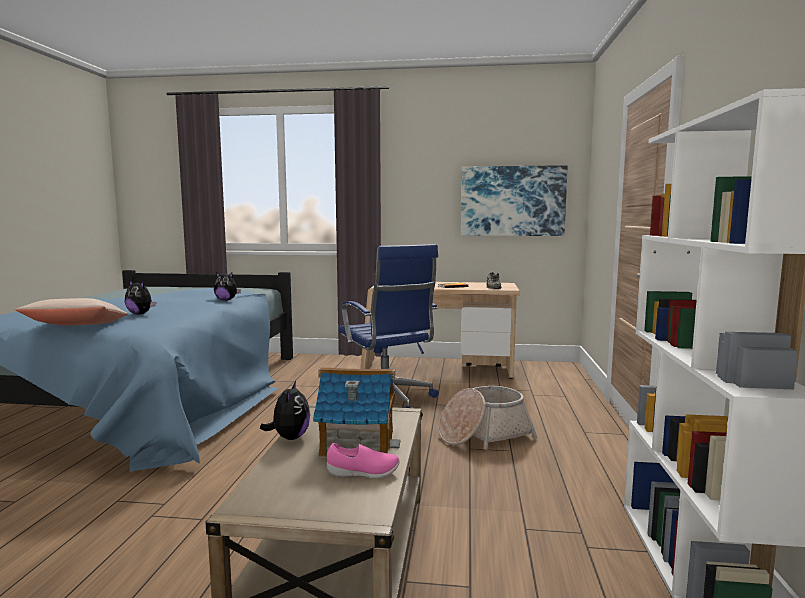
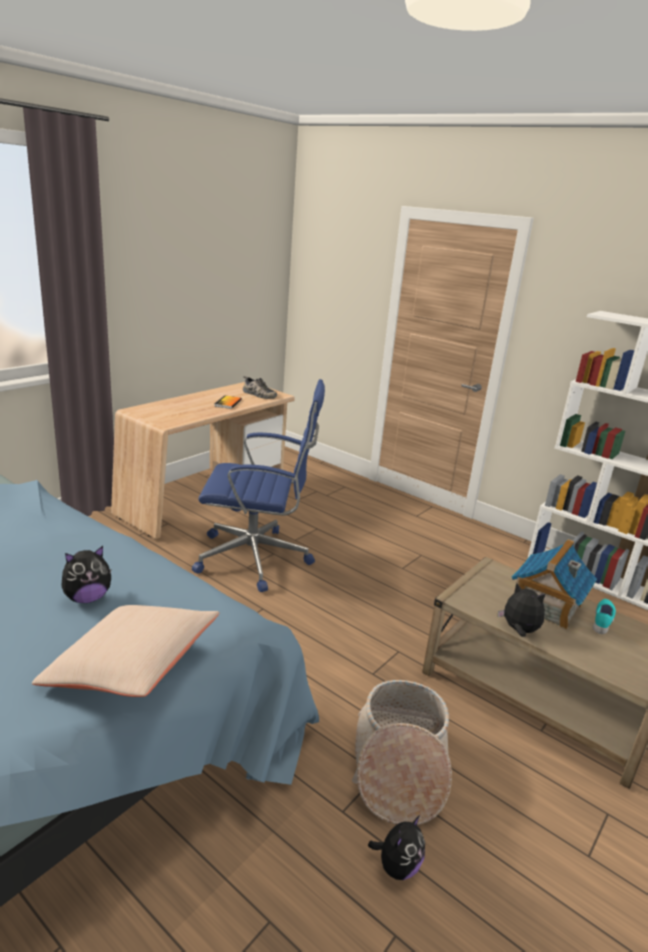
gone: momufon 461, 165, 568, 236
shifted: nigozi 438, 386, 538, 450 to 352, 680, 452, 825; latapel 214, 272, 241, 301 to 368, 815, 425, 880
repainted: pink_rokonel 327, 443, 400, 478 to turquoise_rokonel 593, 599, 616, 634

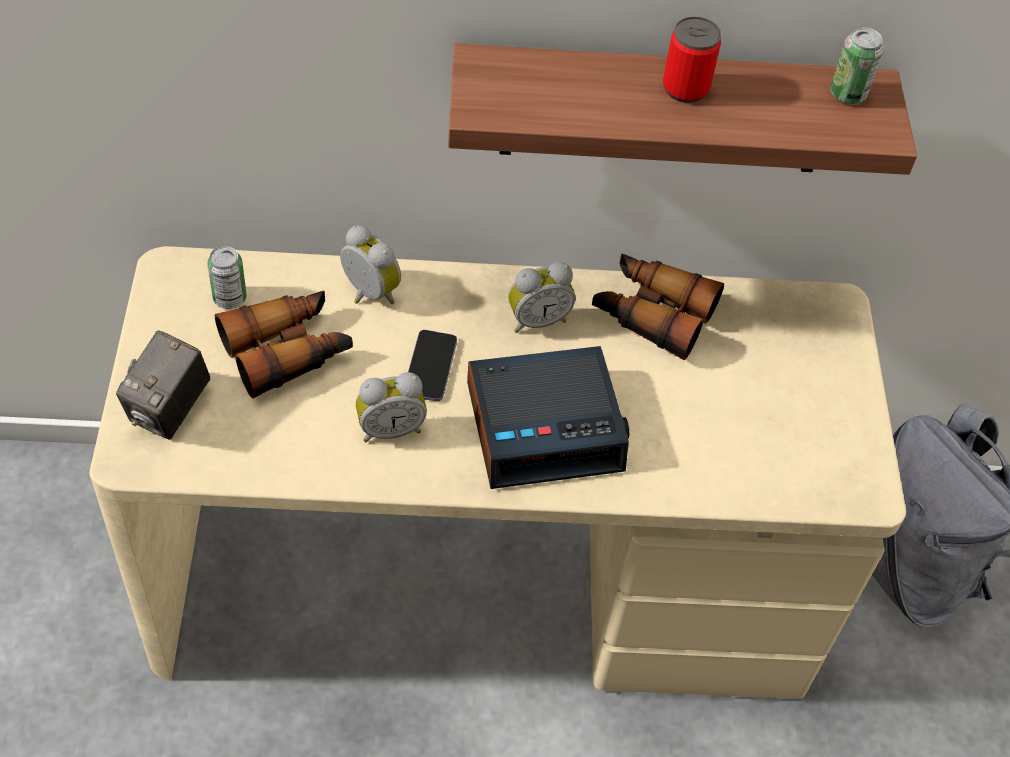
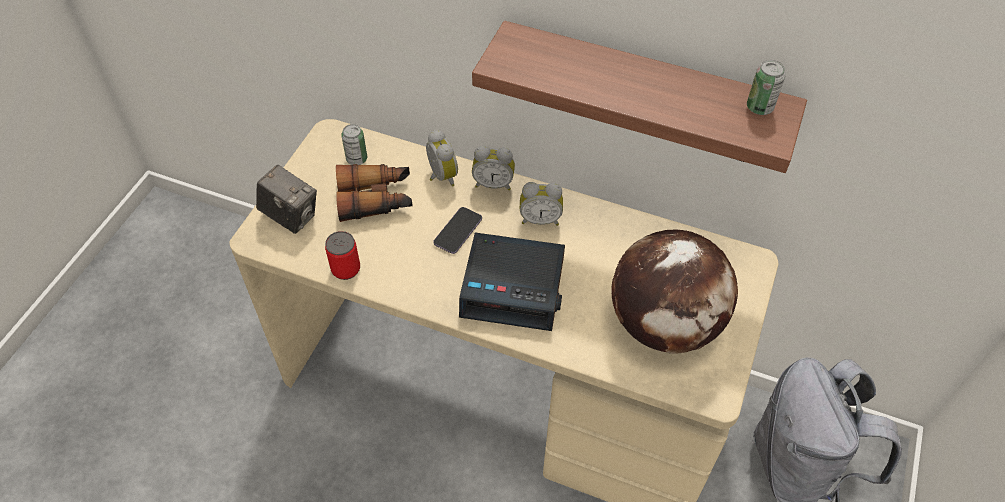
gone: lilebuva 592, 253, 724, 360
new: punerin 612, 230, 738, 354
shifted: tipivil 663, 17, 721, 103 to 325, 231, 360, 280; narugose 356, 372, 427, 442 to 472, 146, 515, 191
rotated: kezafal 116, 330, 210, 440 = 256, 165, 317, 234 105 degrees counterclockwise

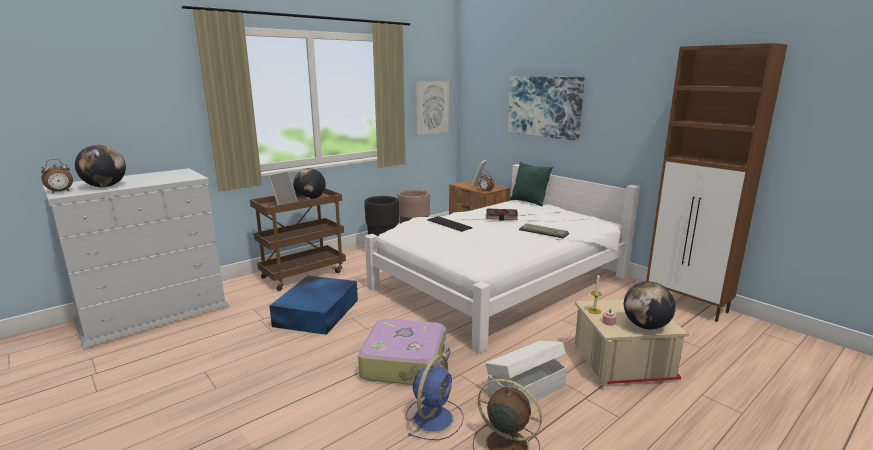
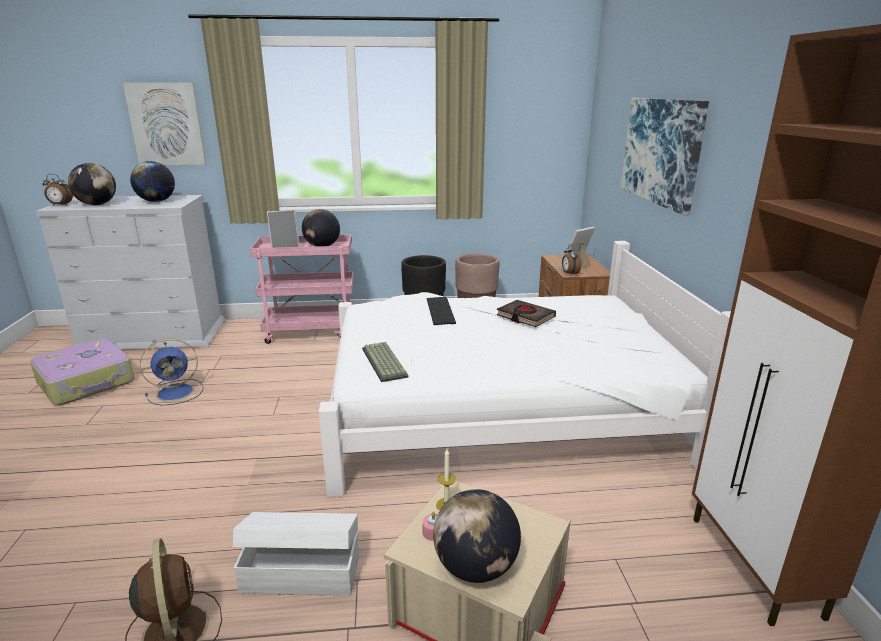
gone: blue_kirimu 269, 276, 358, 335; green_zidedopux 510, 161, 553, 206
new: punerin 130, 161, 175, 202
shifted: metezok 358, 319, 450, 385 to 30, 338, 135, 405; momufon 414, 81, 449, 135 to 123, 83, 206, 165; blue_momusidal 406, 355, 464, 440 to 140, 339, 203, 406; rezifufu 519, 223, 569, 238 to 362, 342, 409, 382
repainted: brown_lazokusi 250, 188, 346, 291 to pink_lazokusi 250, 234, 354, 344

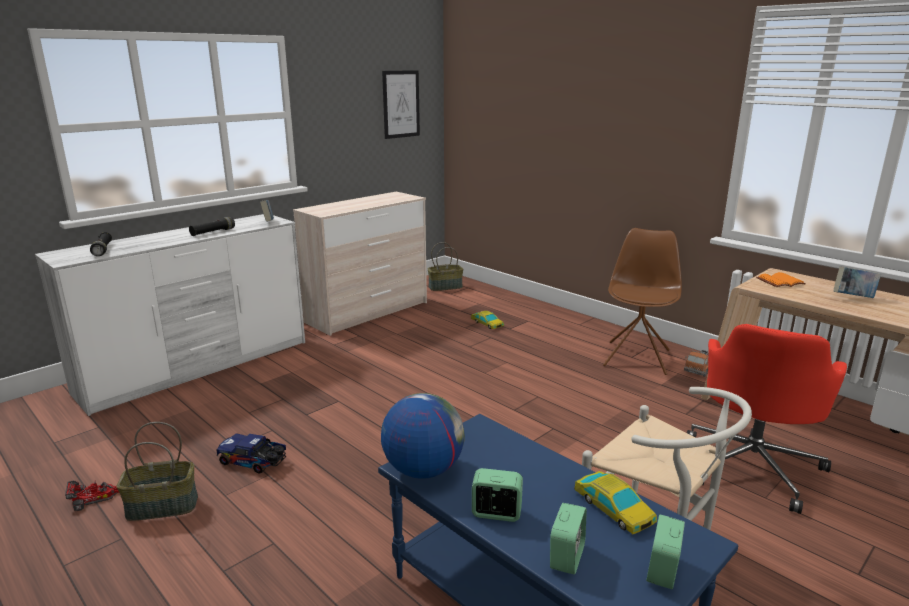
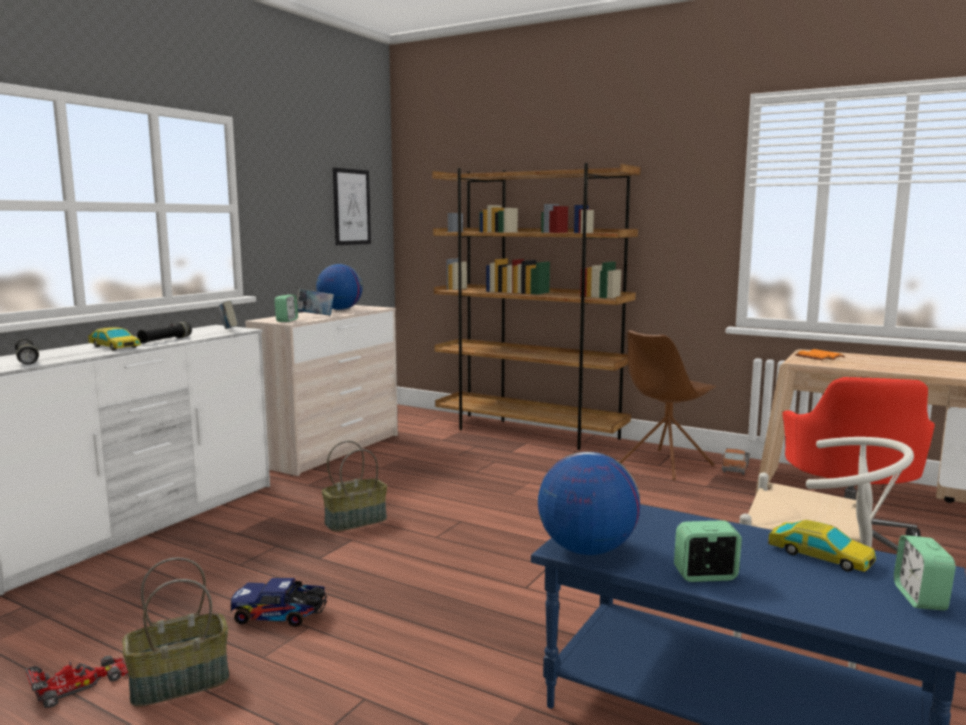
new: punerin 316, 264, 363, 310; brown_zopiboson 432, 163, 641, 450
shifted: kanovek 471, 311, 504, 329 to 88, 327, 141, 350; narugose 550, 503, 587, 575 to 274, 295, 298, 322; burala 833, 266, 881, 298 to 297, 289, 334, 316; nigozi 428, 242, 463, 291 to 322, 441, 387, 532
rotated: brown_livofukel 603, 228, 682, 375 = 619, 330, 716, 480 135 degrees counterclockwise

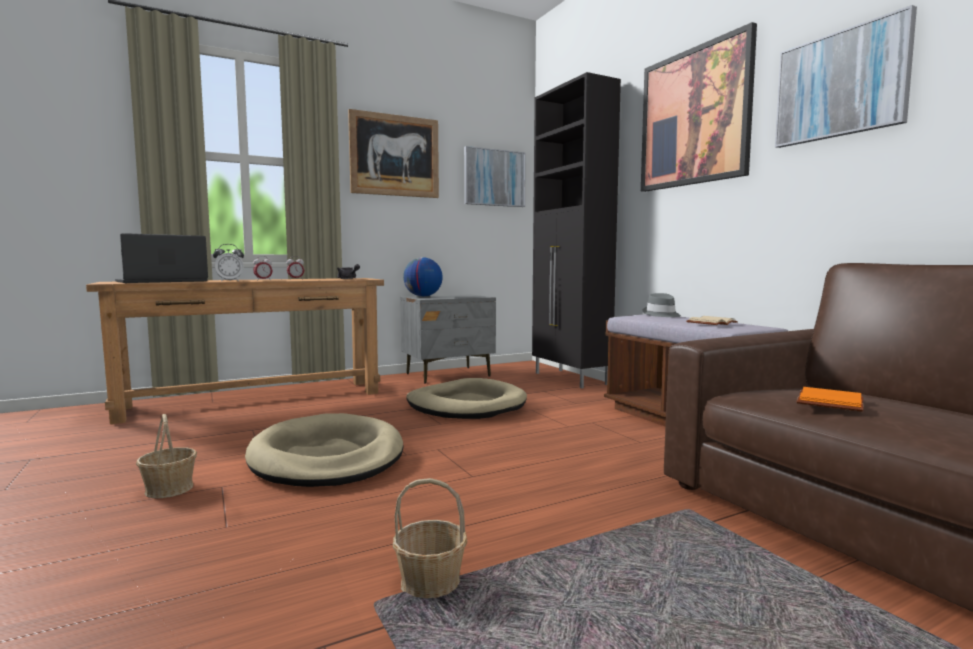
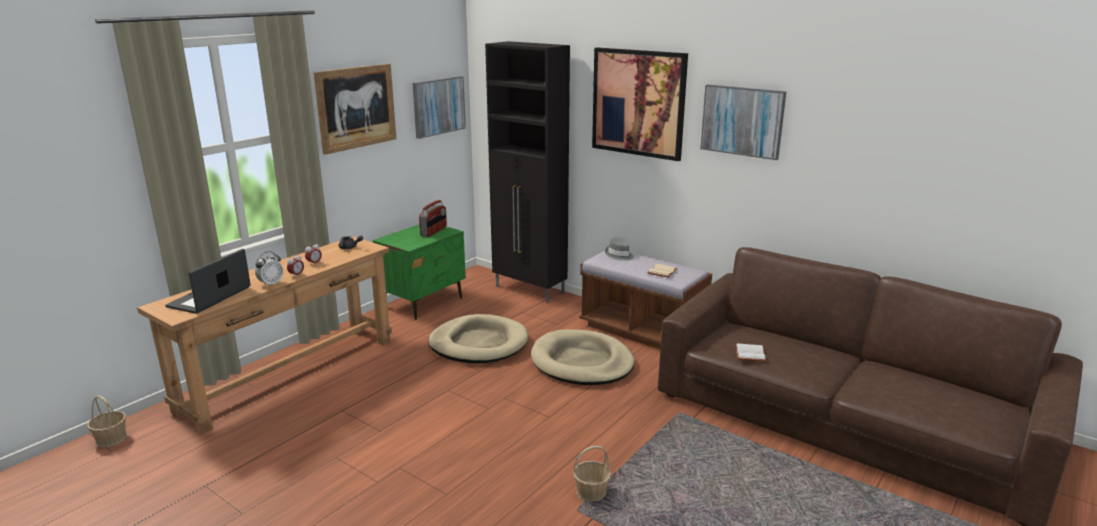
gone: punerin 403, 257, 443, 297
new: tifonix 419, 200, 447, 237
shifted: nigozi 136, 414, 197, 498 to 87, 396, 127, 447; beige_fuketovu 245, 413, 403, 487 to 531, 329, 635, 385
repainted: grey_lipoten 400, 294, 496, 384 to green_lipoten 373, 224, 466, 320; orange_burala 797, 387, 864, 412 to white_burala 735, 343, 766, 362

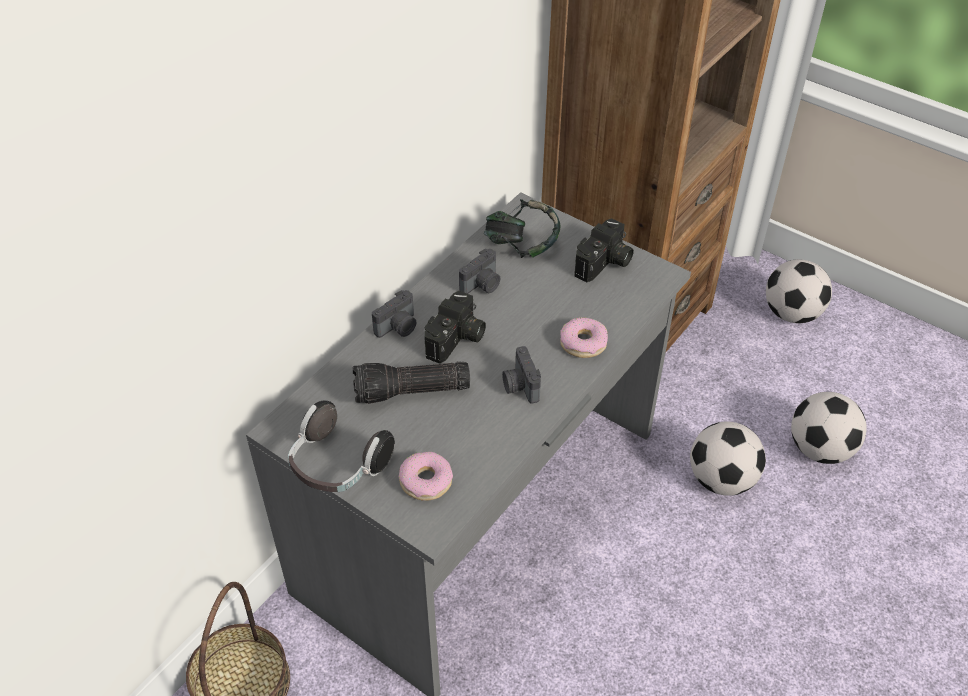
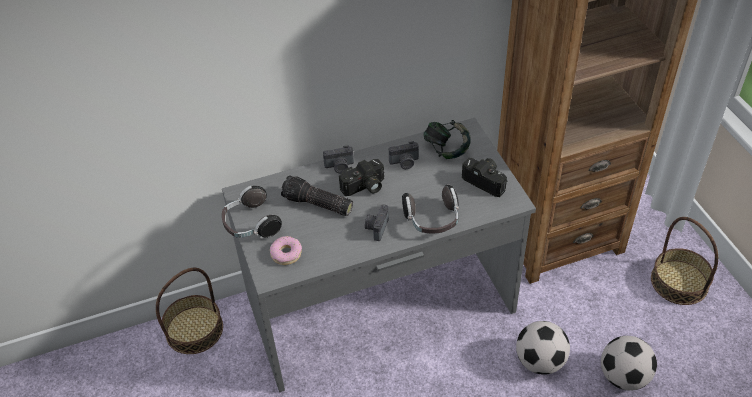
swapped: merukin 560, 317, 608, 358 to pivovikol 402, 185, 459, 233; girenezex 766, 259, 832, 323 to nigozi 651, 217, 718, 305
rotated: kezafal 574, 218, 634, 282 = 462, 158, 507, 197 120 degrees counterclockwise

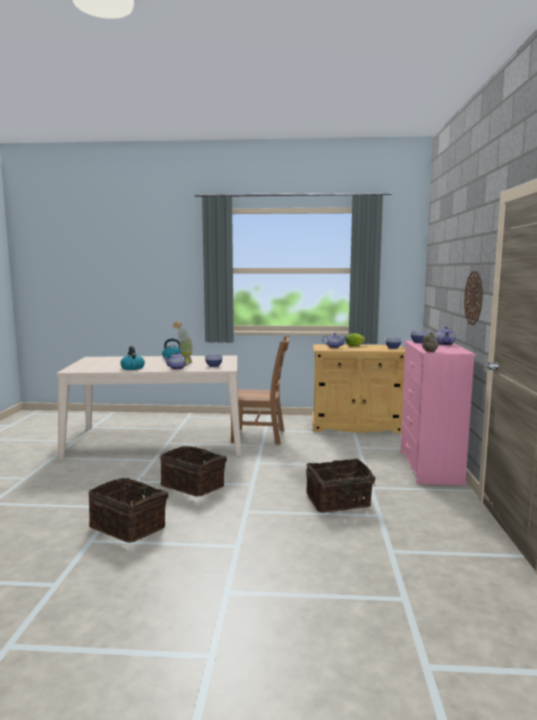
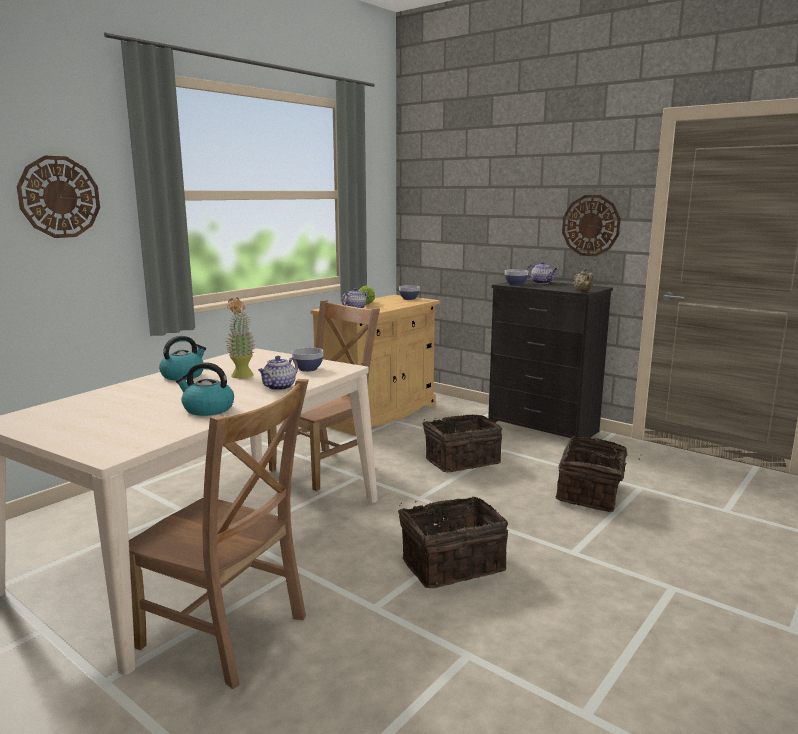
new: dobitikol 17, 156, 100, 238; brown_livofukel 129, 379, 309, 689
shifted: nigozi 89, 477, 168, 543 to 423, 415, 502, 472
repainted: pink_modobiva 401, 341, 476, 485 to black_modobiva 488, 280, 613, 438

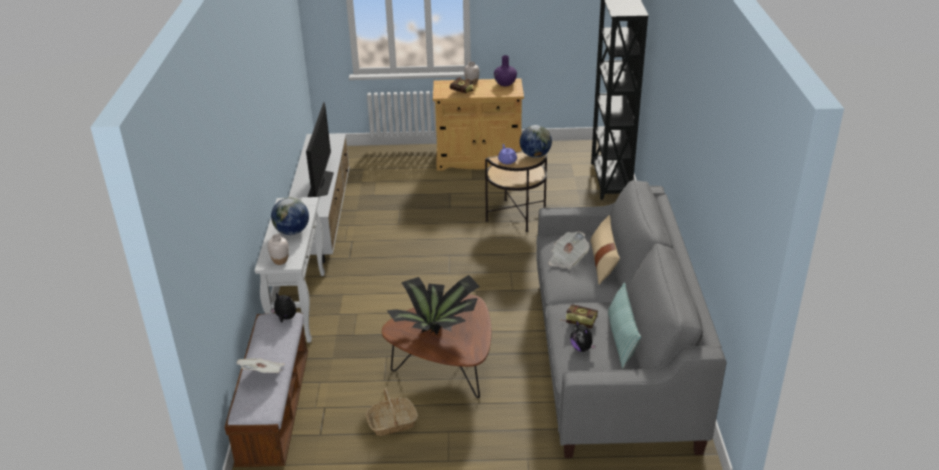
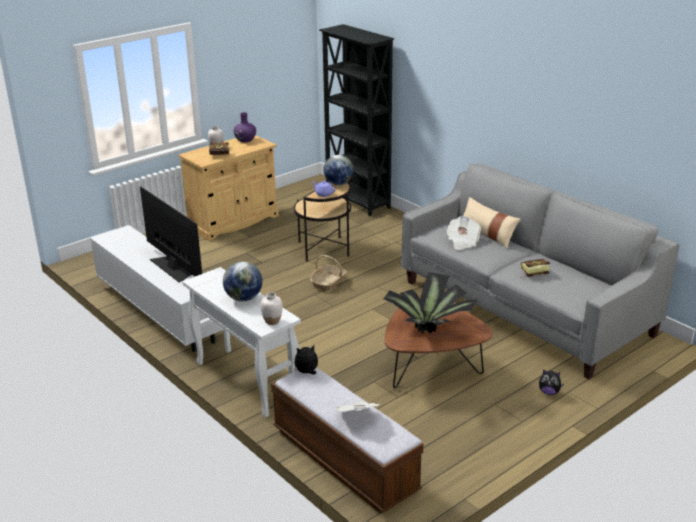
gone: zidedopux 608, 283, 641, 369
shifted: nigozi 366, 388, 418, 436 to 310, 255, 347, 291; latapel 570, 320, 596, 352 to 539, 369, 564, 395

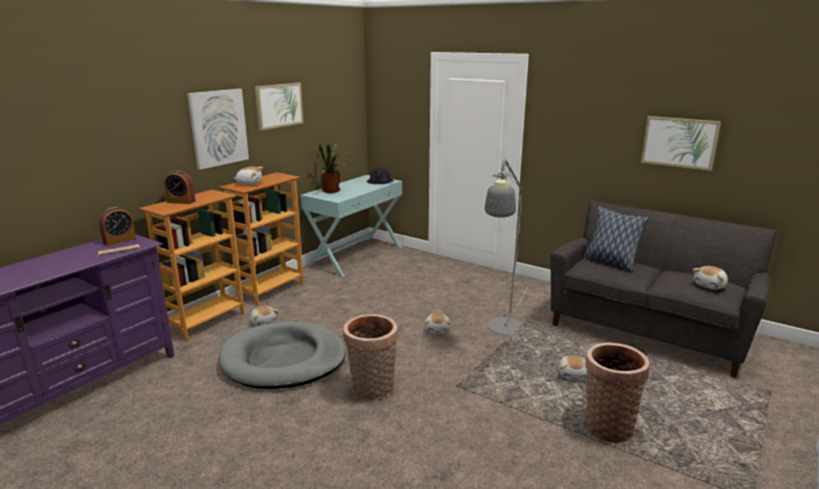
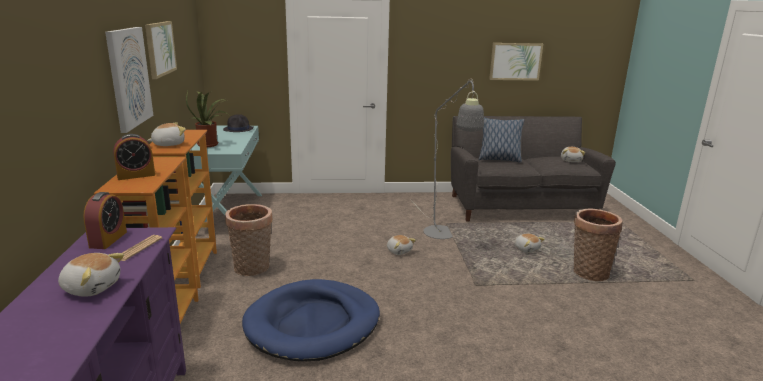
shifted: latapel 250, 306, 278, 326 to 58, 253, 124, 297; nigozi 343, 314, 398, 400 to 225, 204, 272, 276
repainted: grey_fuketovu 219, 321, 346, 389 to blue_fuketovu 242, 279, 380, 361

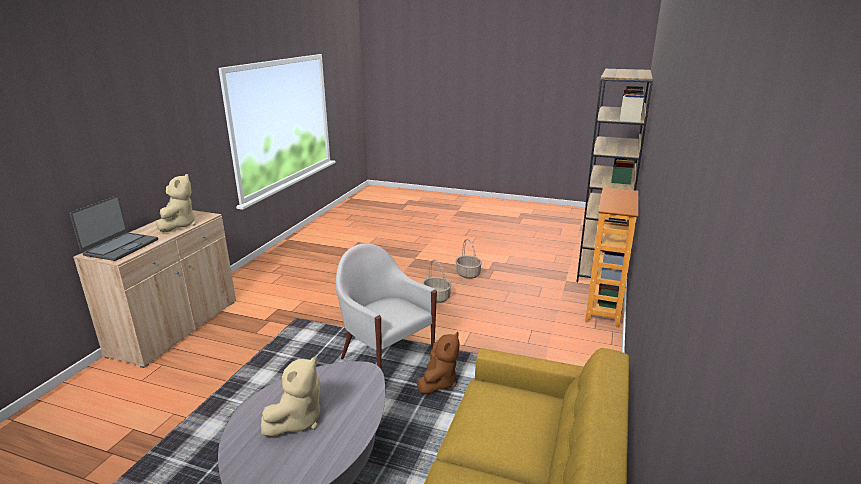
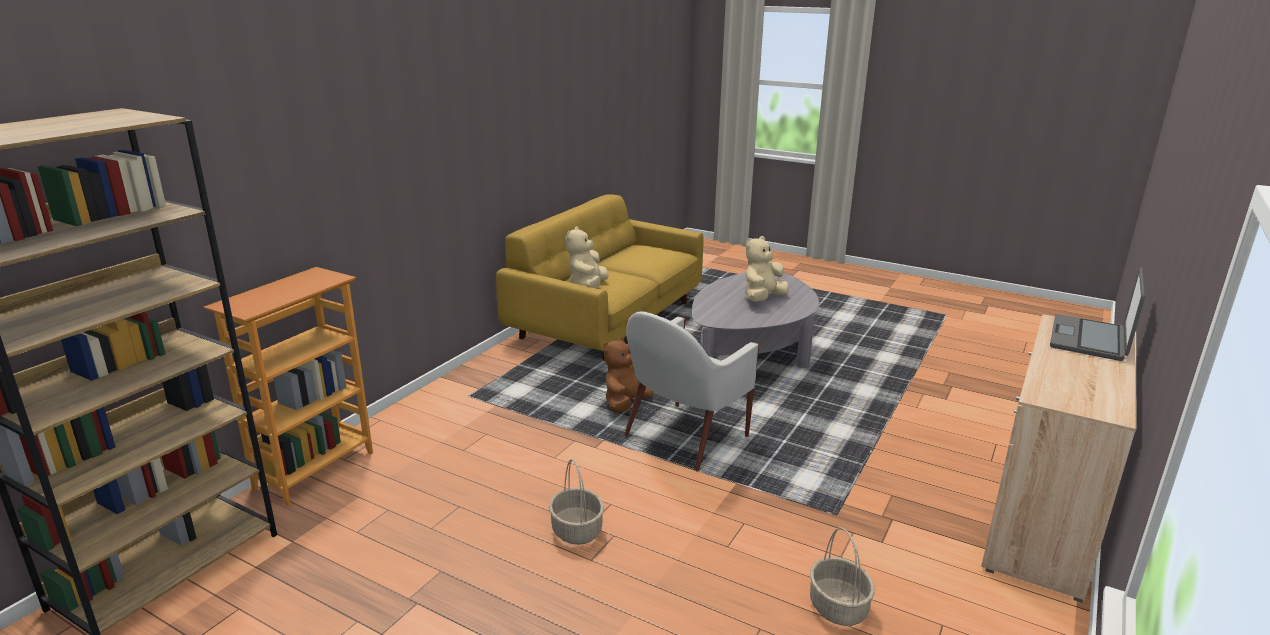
shifted: beige_latapel 156, 174, 196, 232 to 566, 226, 609, 288; nigozi 456, 239, 482, 279 to 810, 527, 875, 626
rotated: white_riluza 335, 243, 437, 370 = 624, 311, 759, 472 75 degrees clockwise

